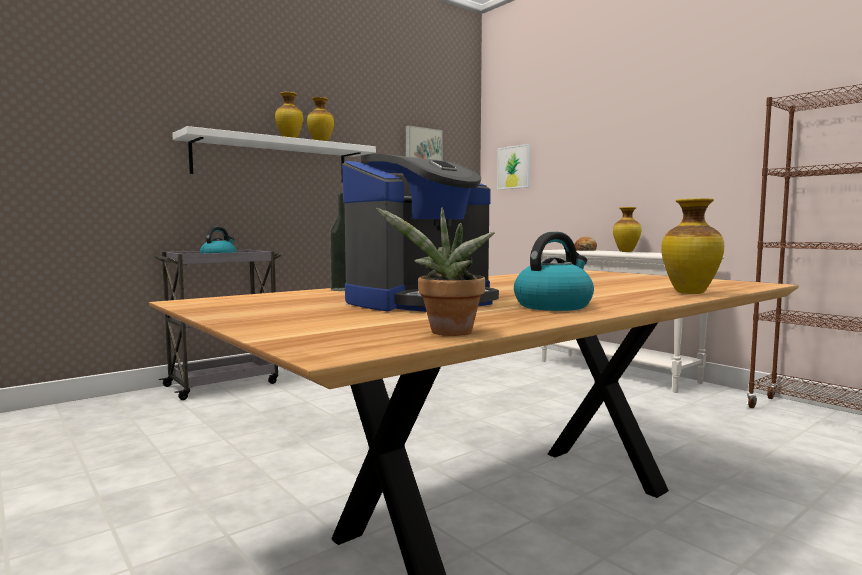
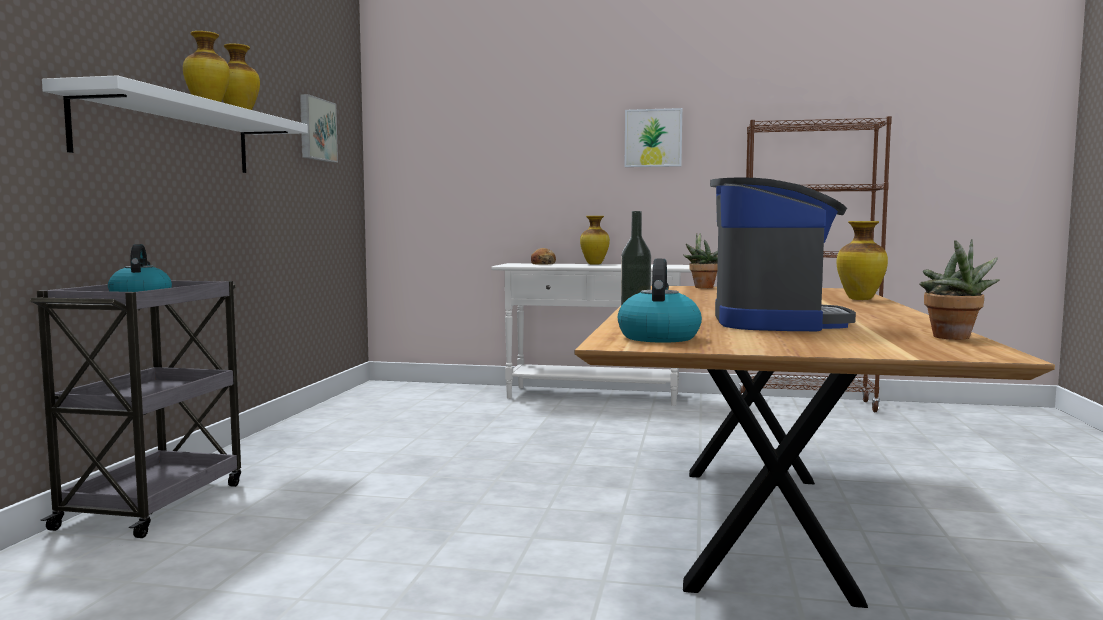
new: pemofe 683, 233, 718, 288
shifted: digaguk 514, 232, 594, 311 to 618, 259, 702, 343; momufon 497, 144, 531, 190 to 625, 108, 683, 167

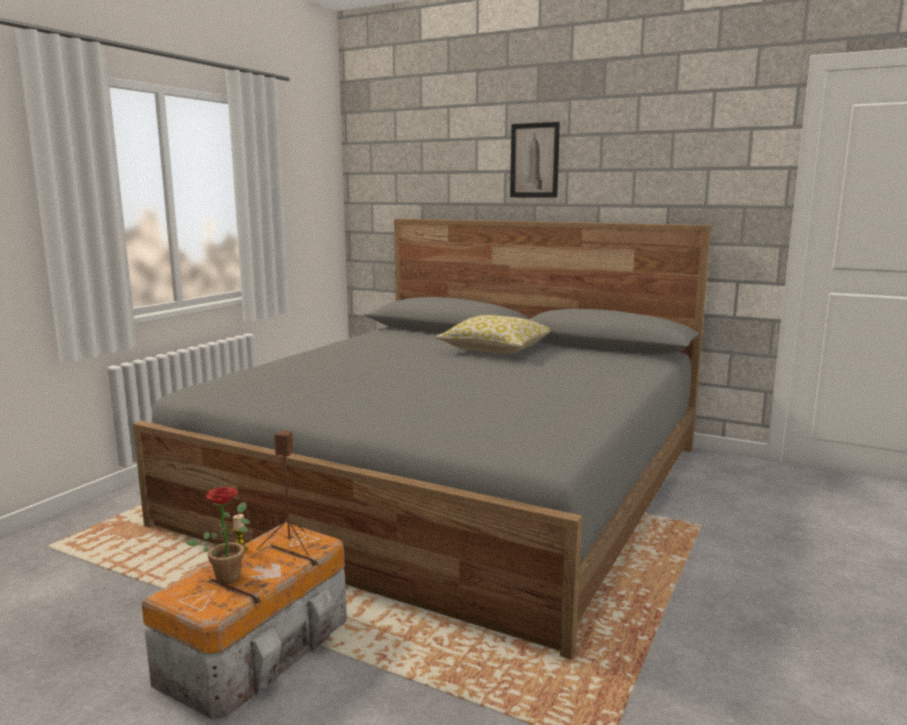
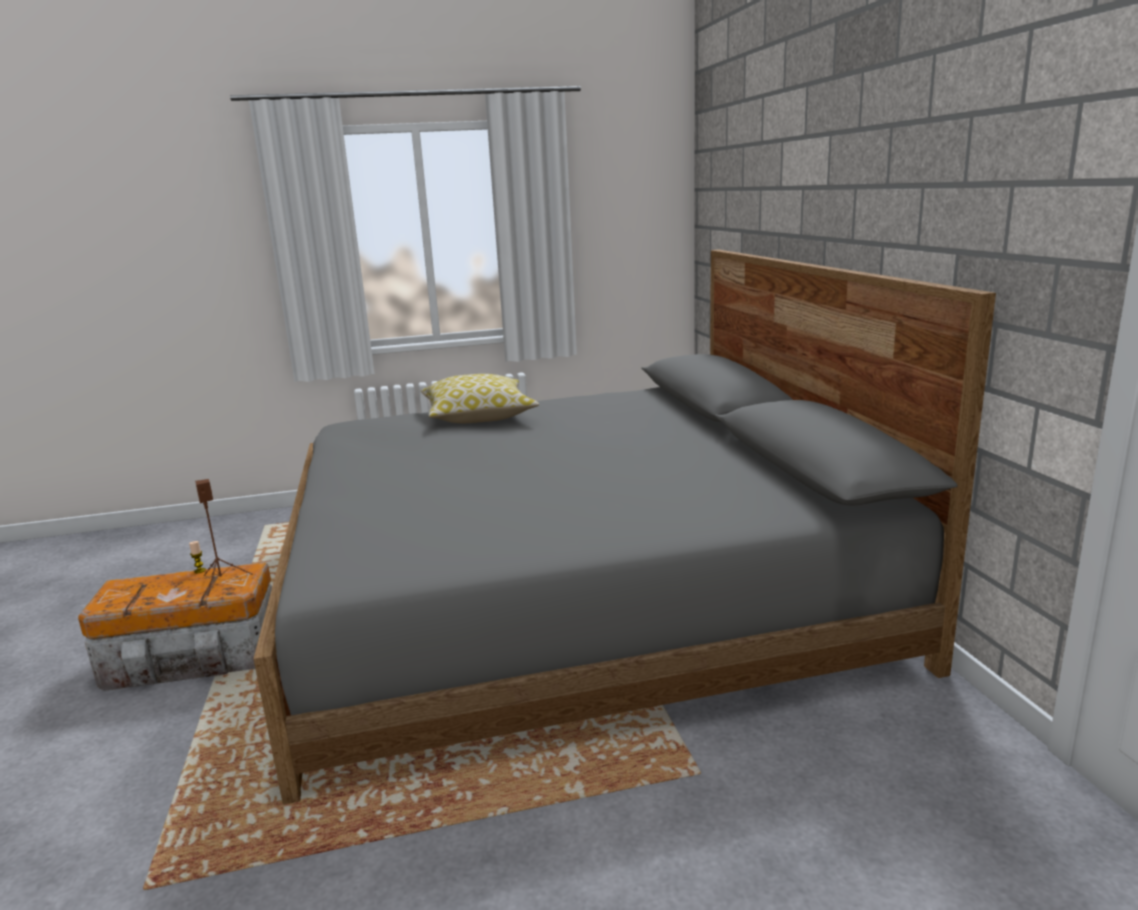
gone: pemofe 186, 487, 251, 585; momufon 510, 122, 560, 198
shifted: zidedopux 435, 315, 550, 354 to 421, 374, 539, 423

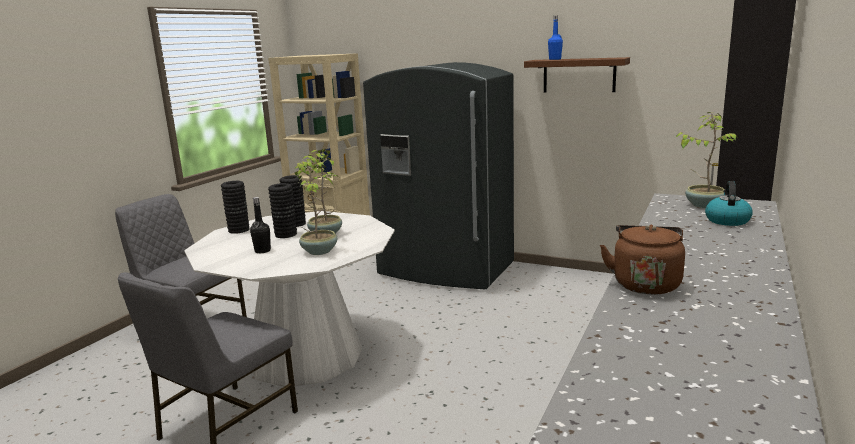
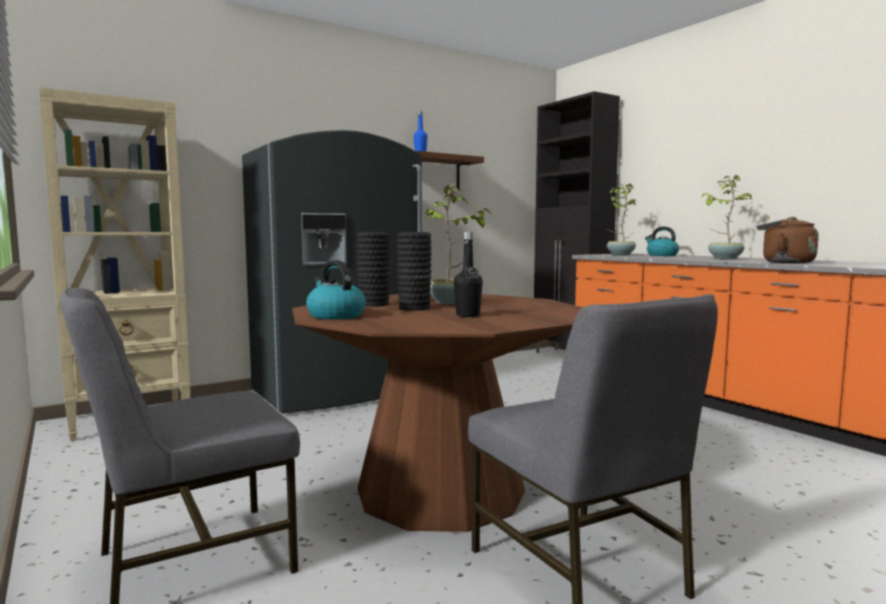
shifted: pemofe 295, 159, 339, 255 to 702, 175, 753, 259
swapped: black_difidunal 221, 181, 250, 234 to digaguk 306, 260, 366, 319
repainted: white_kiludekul 184, 211, 395, 387 to brown_kiludekul 292, 294, 583, 532

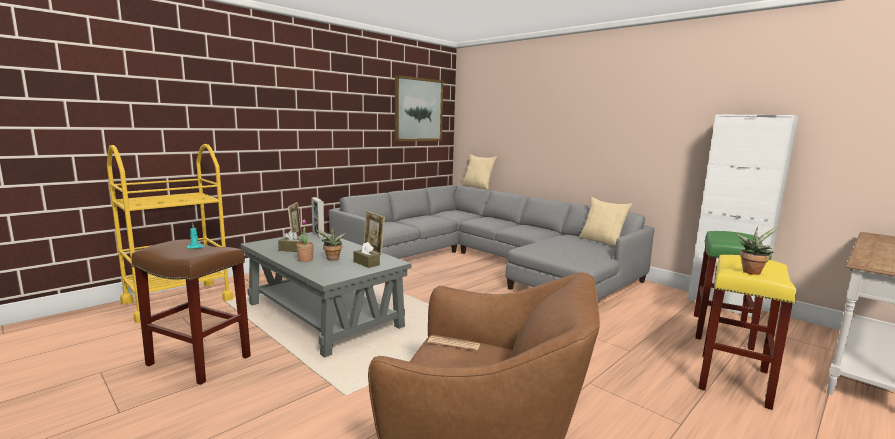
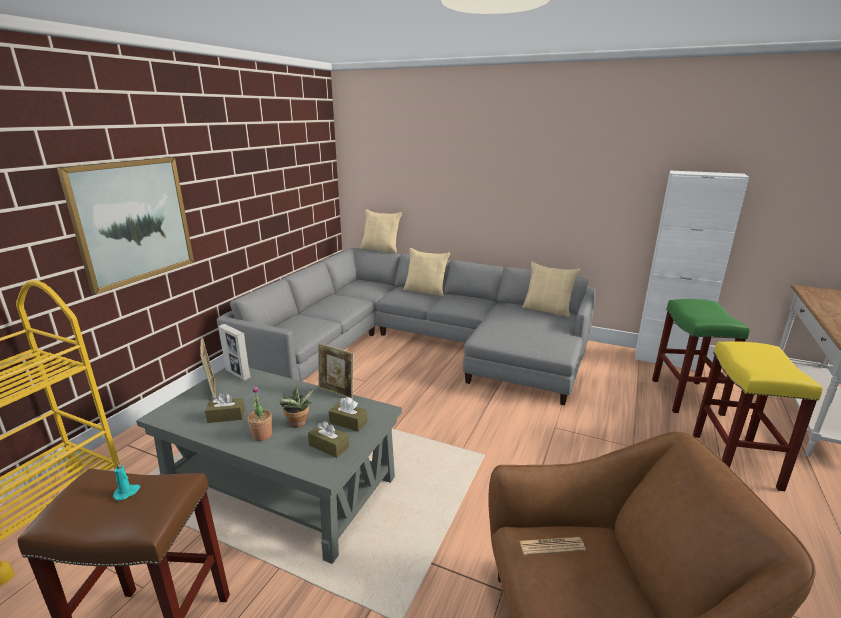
gone: pemofe 736, 227, 779, 275
new: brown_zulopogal 308, 421, 349, 458; beige_zidedopux 403, 248, 450, 297
shifted: momufon 395, 75, 443, 141 to 57, 157, 194, 295

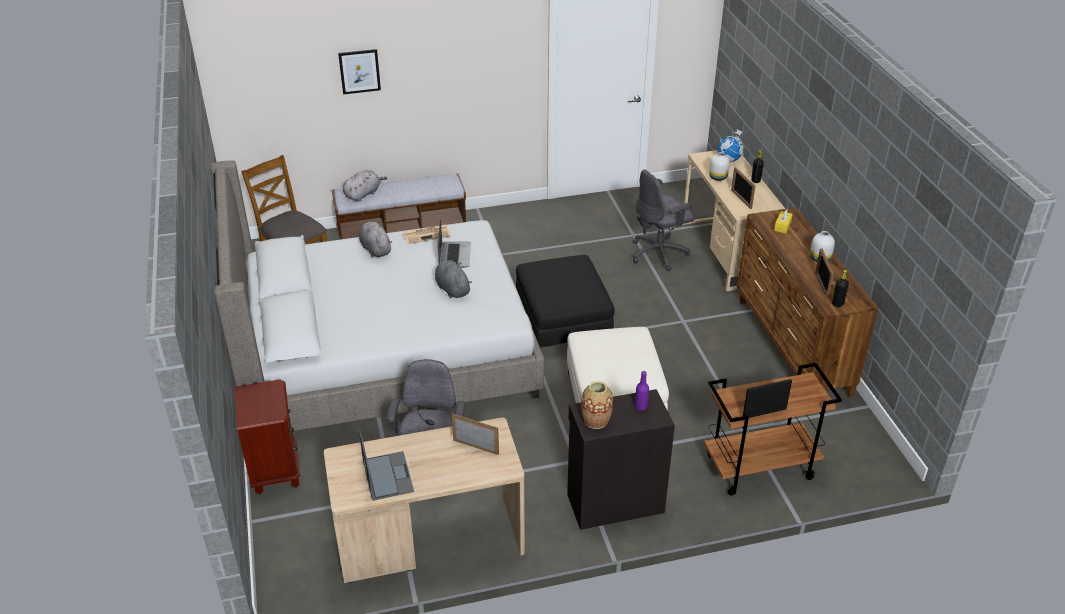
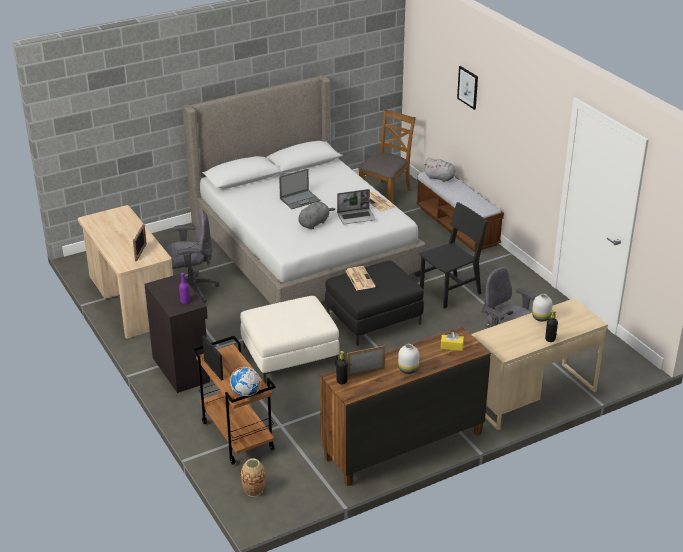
gone: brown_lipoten 235, 380, 300, 494; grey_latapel 359, 222, 392, 257; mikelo 731, 167, 755, 209
new: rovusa 346, 266, 376, 290; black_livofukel 420, 202, 488, 309
shifted: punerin 718, 129, 744, 162 to 230, 367, 261, 396; difidunal 581, 381, 613, 429 to 241, 458, 266, 497; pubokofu 359, 430, 414, 501 to 279, 169, 321, 209

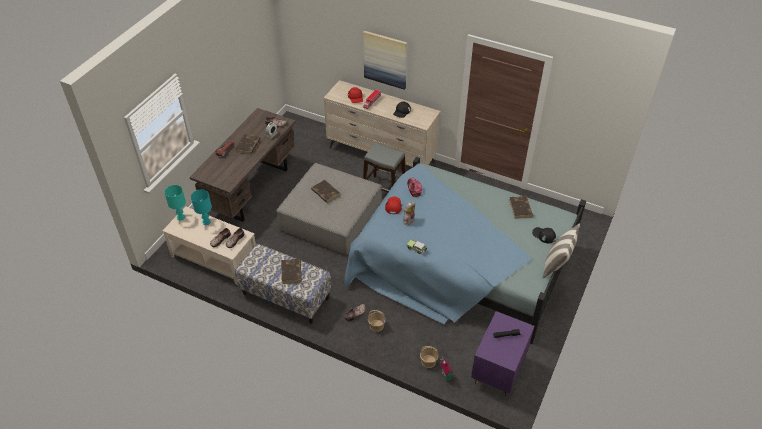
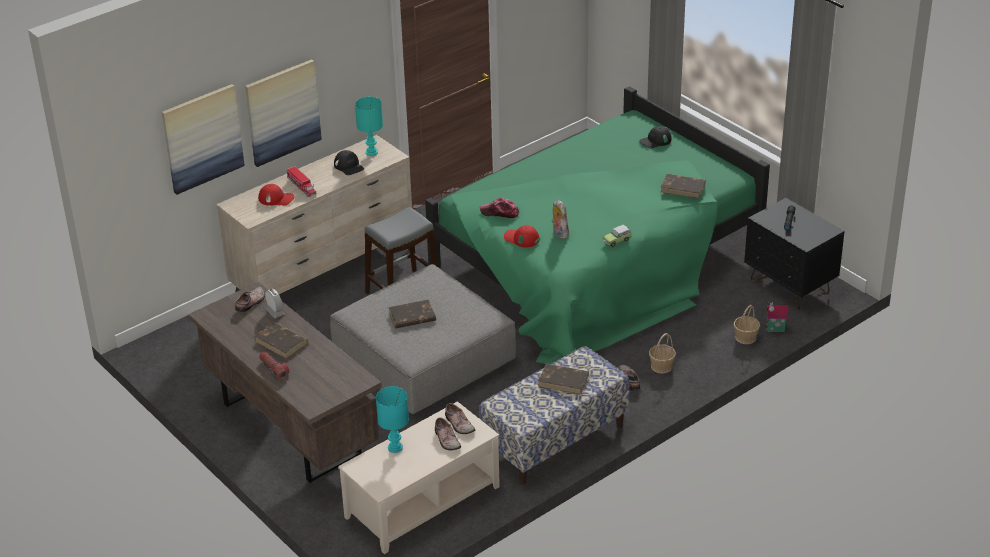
gone: zidedopux 543, 224, 580, 278
new: momufon 162, 84, 245, 195
shifted: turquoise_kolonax 164, 185, 186, 221 to 355, 97, 383, 156; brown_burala 509, 196, 533, 219 to 661, 174, 706, 199
repainted: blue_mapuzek 344, 157, 586, 344 to green_mapuzek 425, 86, 770, 364; purple_lipoten 471, 311, 534, 396 to black_lipoten 744, 198, 845, 309

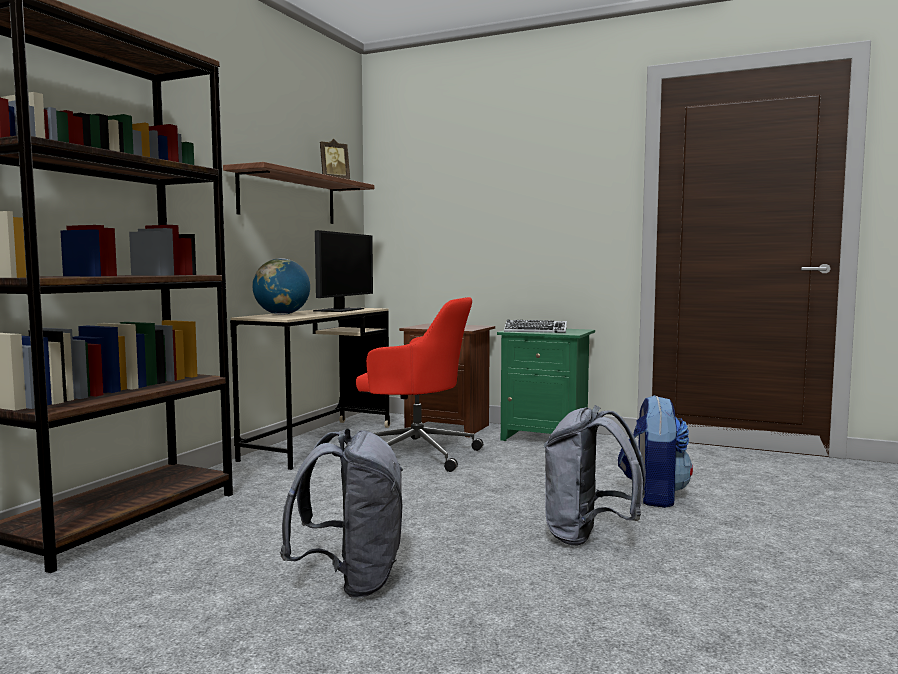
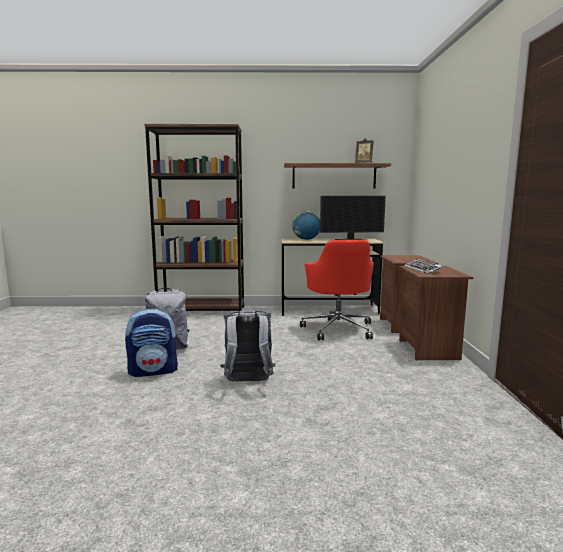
shifted: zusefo 618, 395, 693, 508 to 125, 309, 178, 377
repainted: green_lipoten 497, 329, 595, 441 to brown_lipoten 399, 266, 473, 361

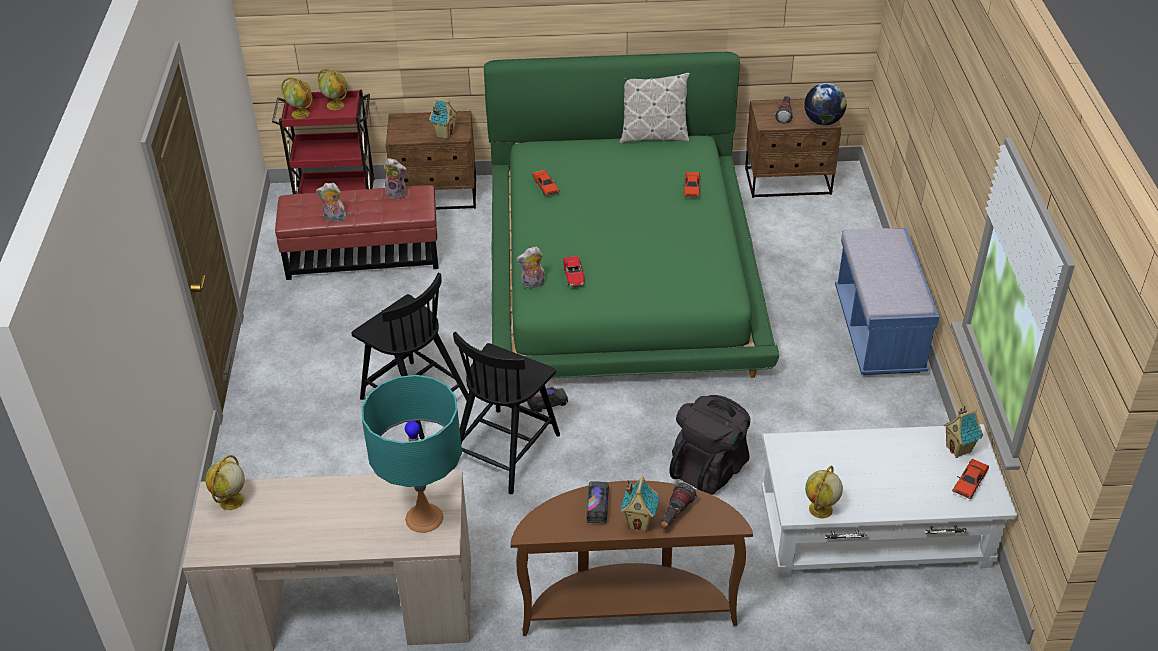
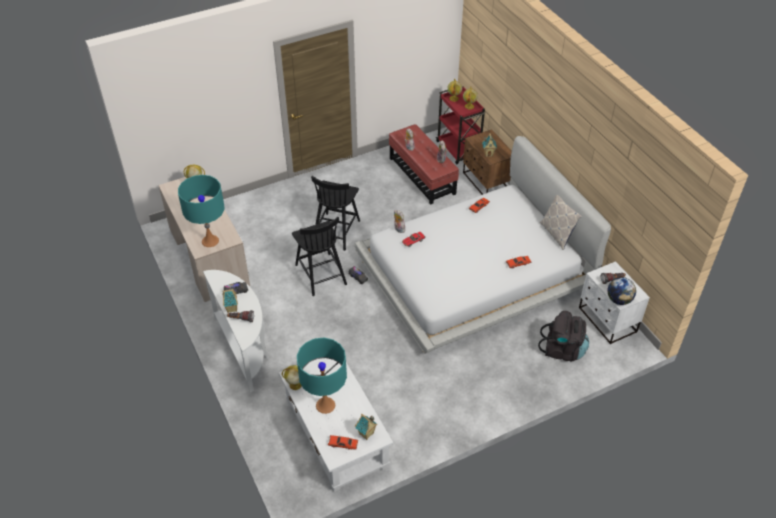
gone: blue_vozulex 835, 228, 939, 375
new: turquoise_kolonax 297, 338, 347, 414
shifted: black_zusefo 669, 395, 750, 495 to 538, 311, 589, 361
repainted: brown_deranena 511, 480, 753, 636 to white_deranena 203, 270, 269, 392; green_mapuzek 484, 52, 779, 378 to white_mapuzek 355, 136, 611, 354; brown_lipoten 745, 98, 842, 198 to white_lipoten 579, 261, 650, 344
rotated: black_livofukel 453, 332, 560, 494 = 292, 217, 347, 296 120 degrees counterclockwise

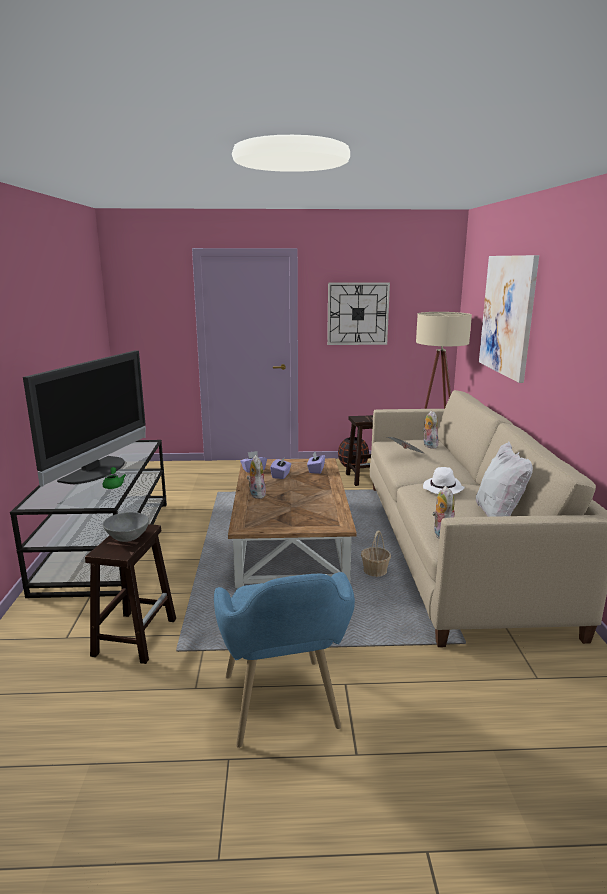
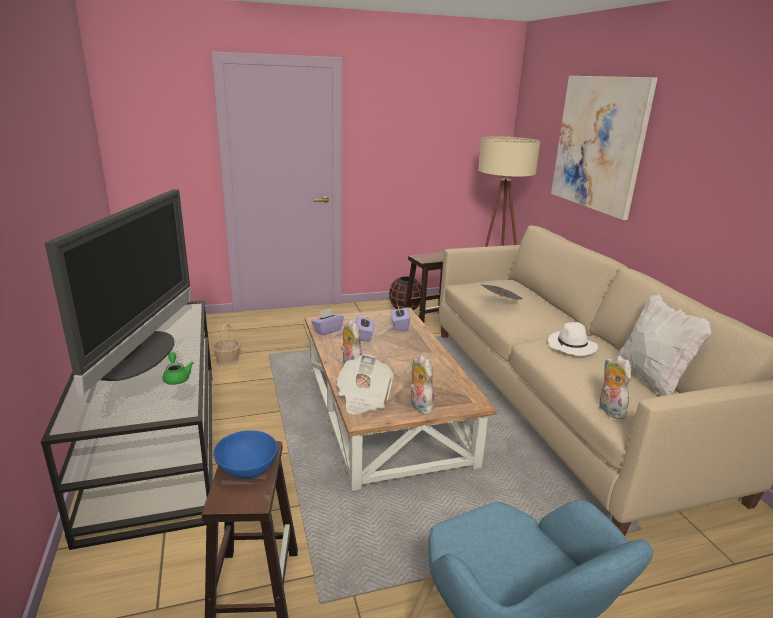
gone: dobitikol 327, 282, 390, 345
new: rovusa 336, 354, 394, 414
shifted: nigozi 361, 530, 391, 577 to 212, 324, 241, 366; latapel 423, 411, 438, 449 to 410, 355, 434, 414
repainted: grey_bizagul 103, 512, 149, 542 to blue_bizagul 213, 430, 278, 479

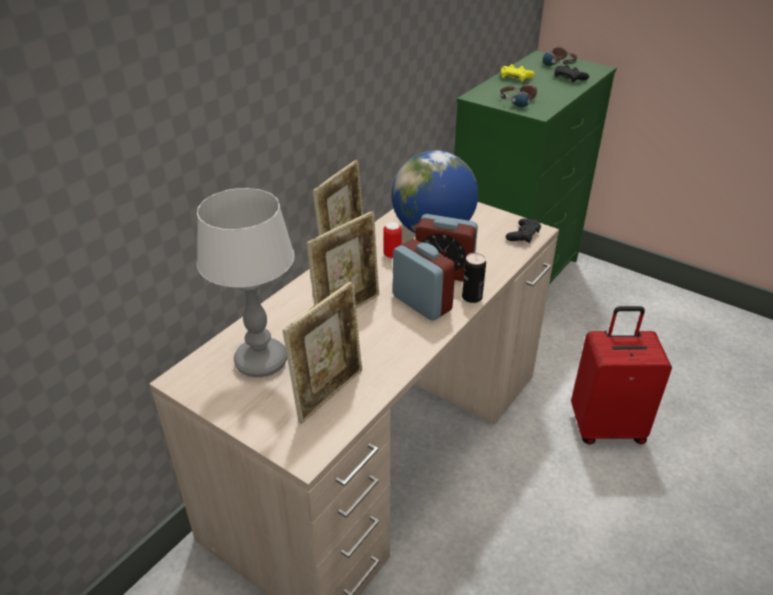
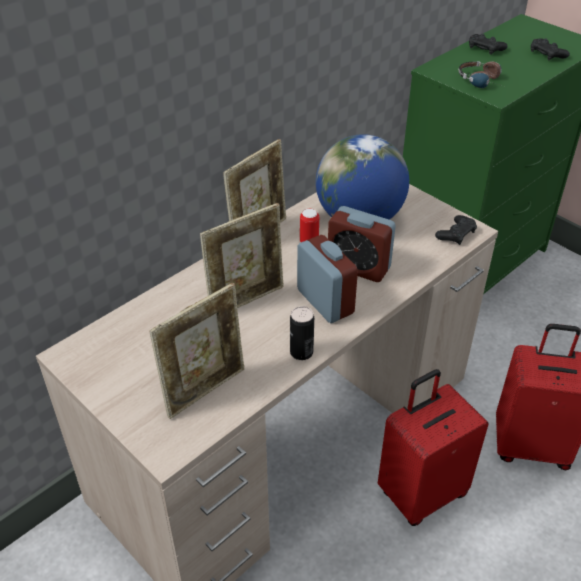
gone: kolonax 197, 188, 295, 377; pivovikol 539, 46, 577, 66
new: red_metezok 378, 369, 489, 526
shifted: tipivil 462, 253, 486, 303 to 290, 306, 314, 360
repainted: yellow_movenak 501, 64, 535, 82 to black_movenak 469, 33, 507, 54

